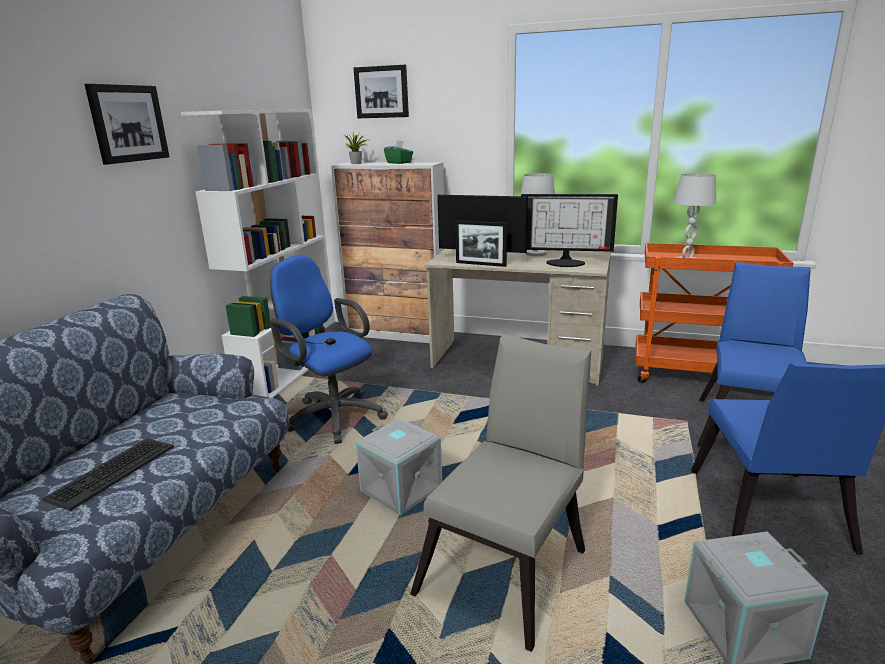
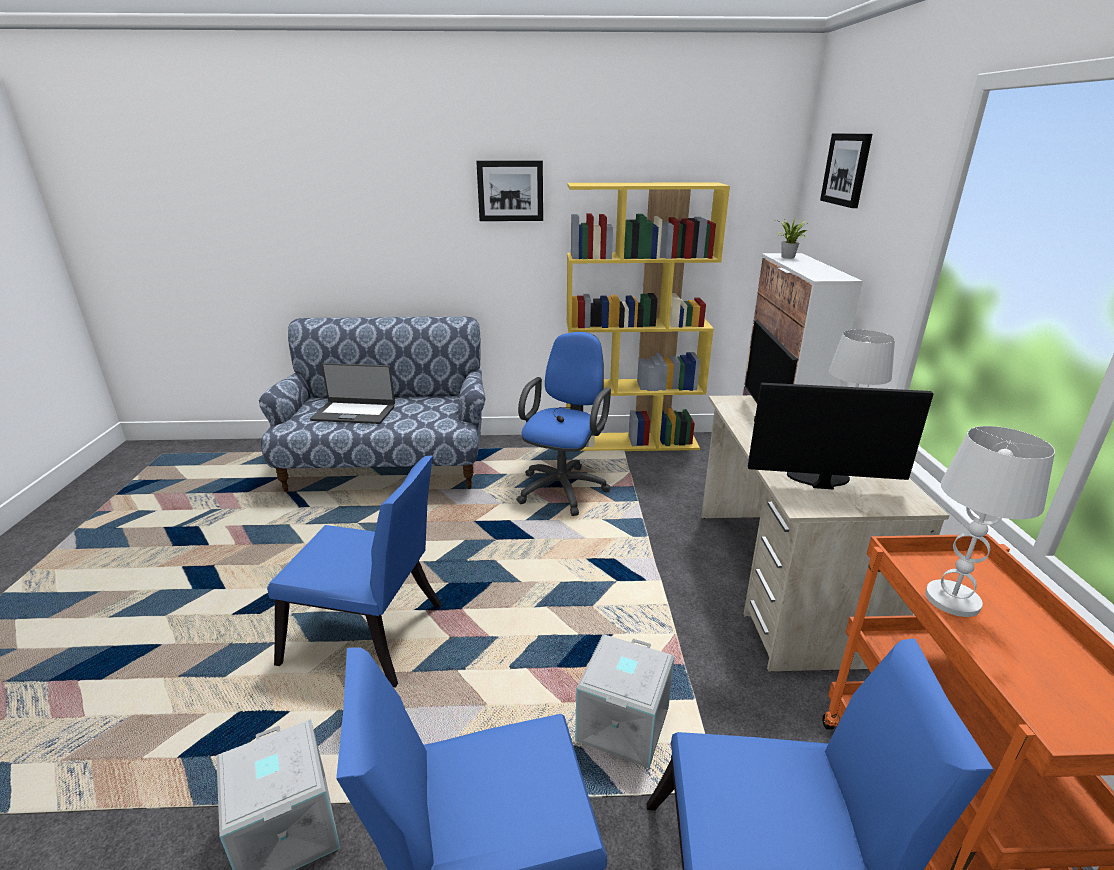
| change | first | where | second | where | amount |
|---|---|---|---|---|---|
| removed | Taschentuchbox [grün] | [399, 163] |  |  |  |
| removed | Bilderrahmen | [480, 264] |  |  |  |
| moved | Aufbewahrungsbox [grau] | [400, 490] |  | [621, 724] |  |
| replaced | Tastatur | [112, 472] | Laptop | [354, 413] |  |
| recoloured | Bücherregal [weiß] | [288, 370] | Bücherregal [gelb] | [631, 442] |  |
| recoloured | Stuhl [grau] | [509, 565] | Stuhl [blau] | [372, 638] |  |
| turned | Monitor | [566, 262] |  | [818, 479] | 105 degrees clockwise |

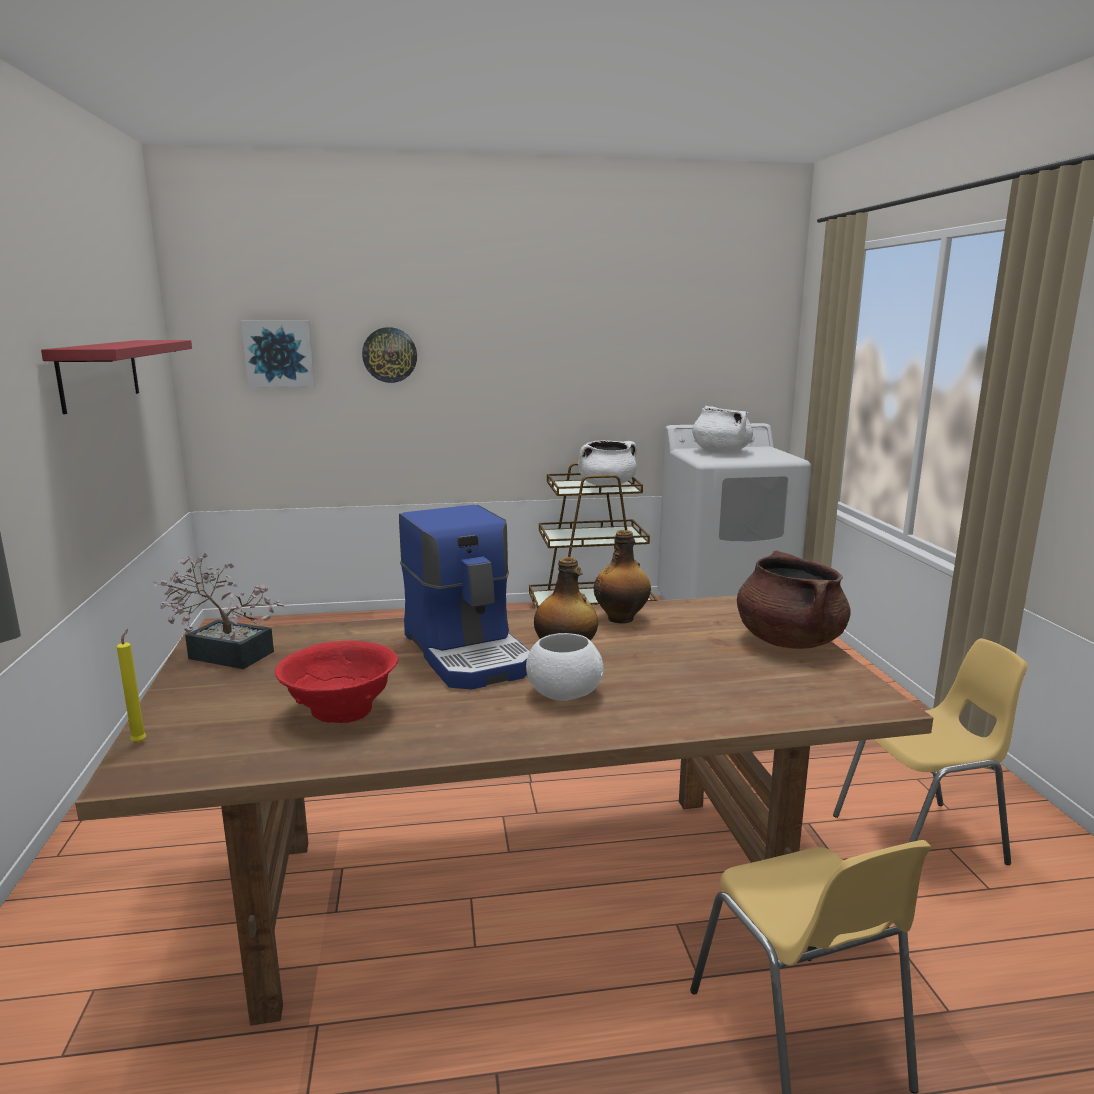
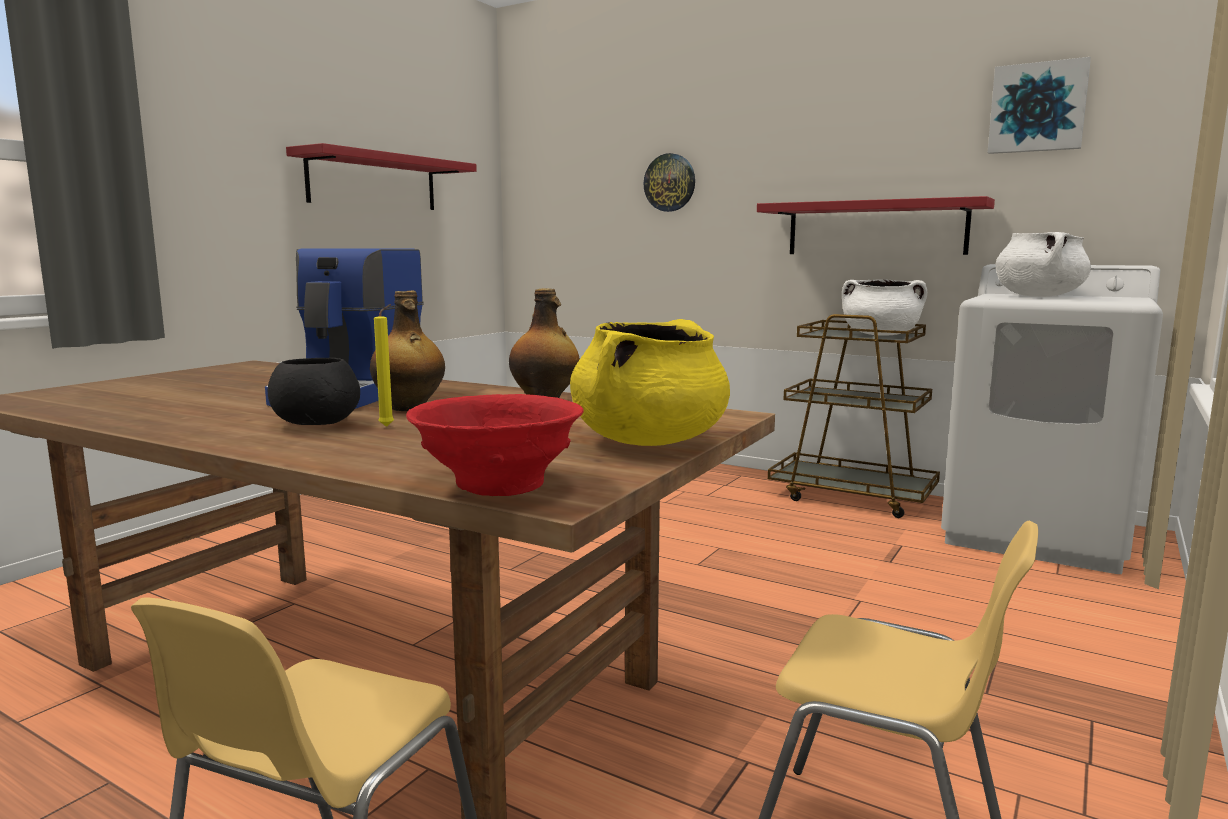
| change | first | where | second | where | amount |
|---|---|---|---|---|---|
| removed | Topfpflanze | [224, 653] |  |  |  |
| added |  |  | Wandregal [rot] | [875, 228] |  |
| moved | Kerze [gelb] | [140, 741] |  | [388, 426] |  |
| moved | Bild | [279, 353] |  | [1037, 108] |  |
| moved | Schüssel [rot] | [341, 711] |  | [497, 485] |  |
| recoloured | Schüssel [weiß] | [563, 693] | Schüssel [schwarz] | [317, 423] |  |
| recoloured | Kochtopf [braun] | [788, 641] | Kochtopf [gelb] | [649, 441] |  |

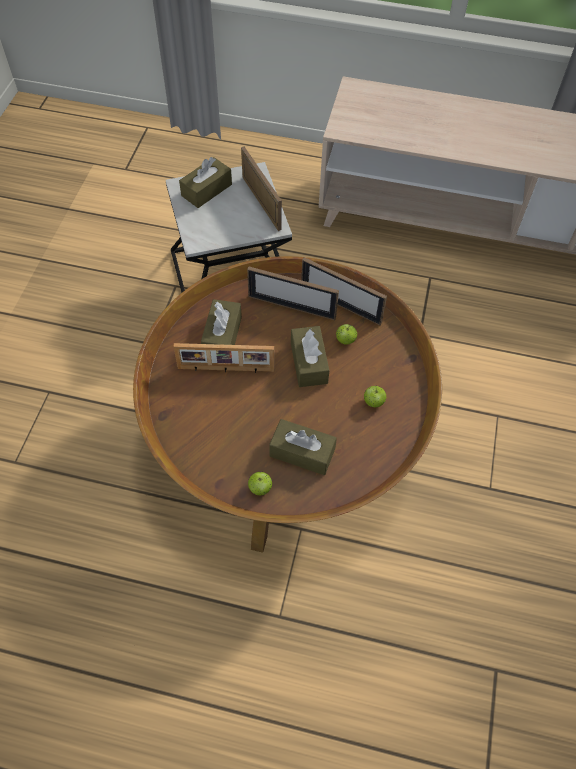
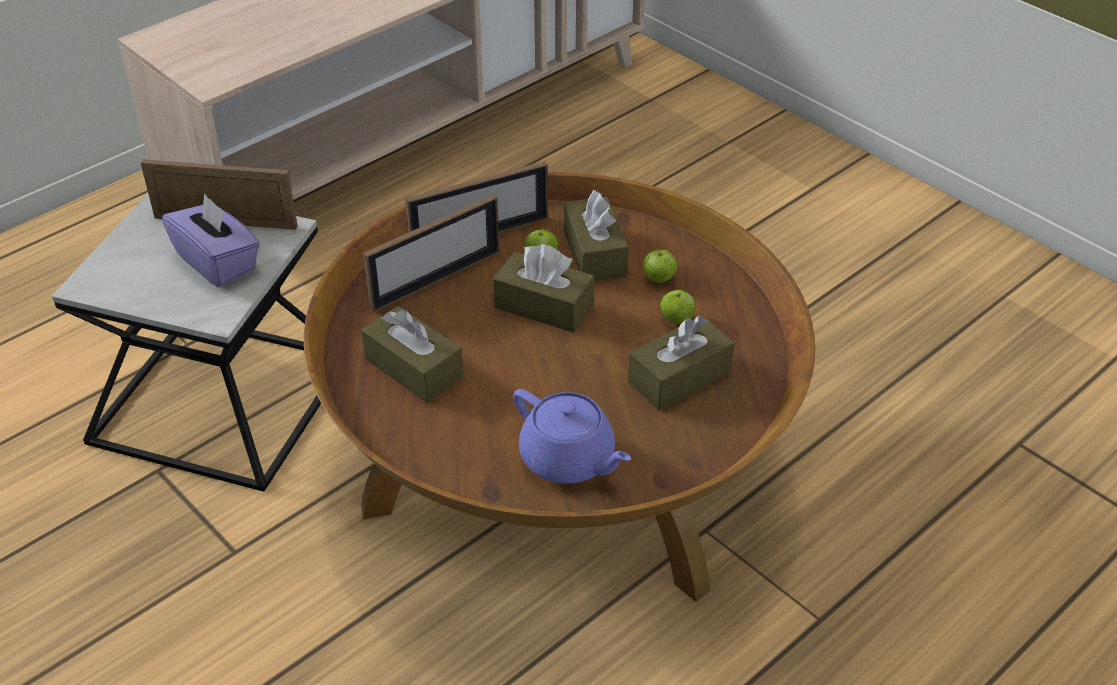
| change | first | where | second | where | amount |
|---|---|---|---|---|---|
| removed | Bilderrahmen | [226, 370] |  |  |  |
| added |  |  | Taschentuchbox [lila] | [218, 262] |  |
| added |  |  | Teekanne [lila] | [569, 460] |  |
| moved | Taschentuchbox [braun] | [206, 190] |  | [595, 253] |  |
| moved | Apfel | [260, 488] |  | [677, 319] |  |

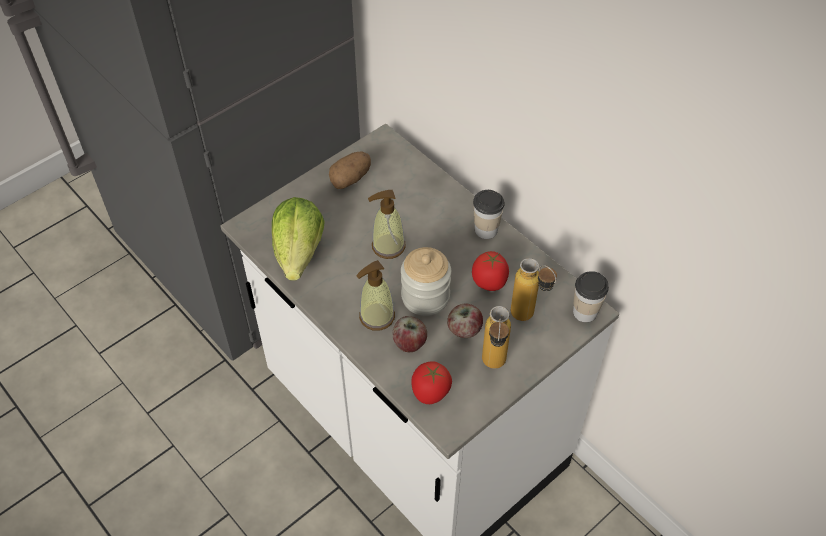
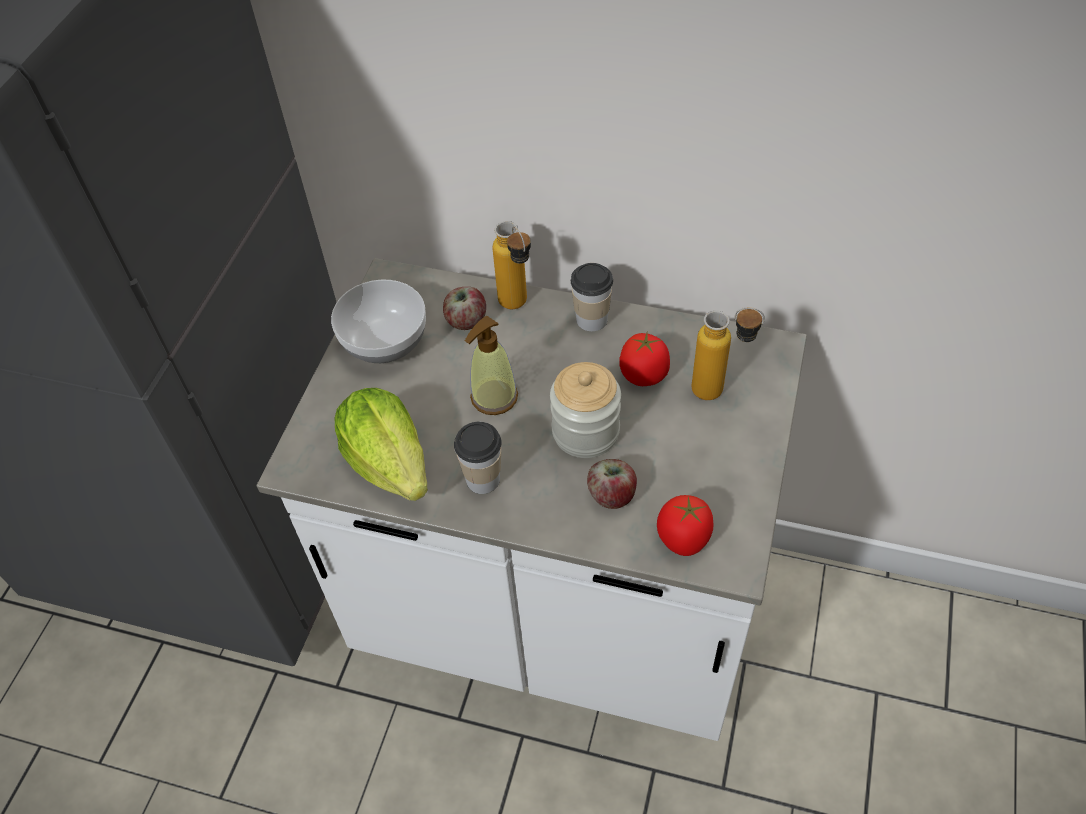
| change | first | where | second | where | amount |
|---|---|---|---|---|---|
| removed | Seifenspender | [376, 316] |  |  |  |
| moved | Apfel | [464, 329] |  | [466, 321] |  |
| moved | Flasche | [493, 368] |  | [518, 308] |  |
| moved | Tasse | [585, 312] |  | [483, 479] |  |
| replaced | Kartoffel | [350, 178] | Schüssel | [383, 342] |  |

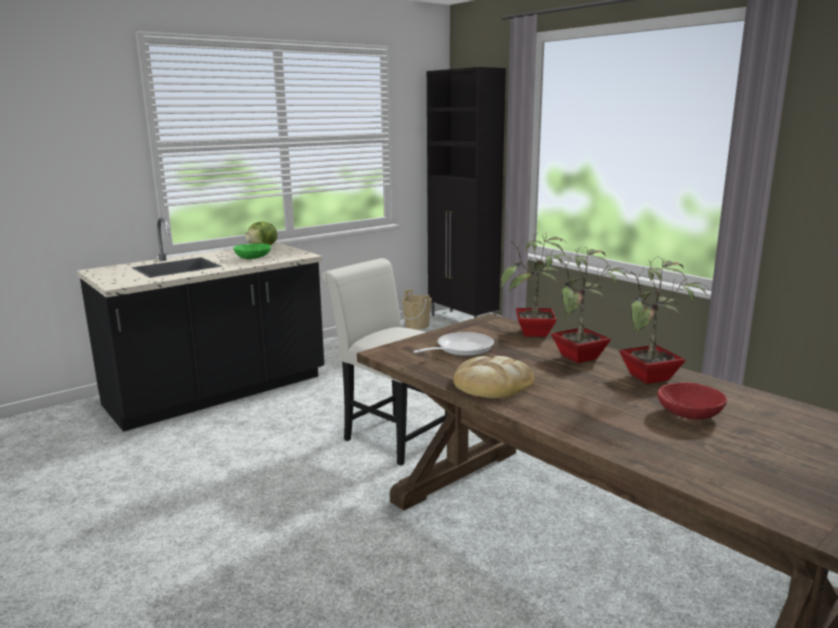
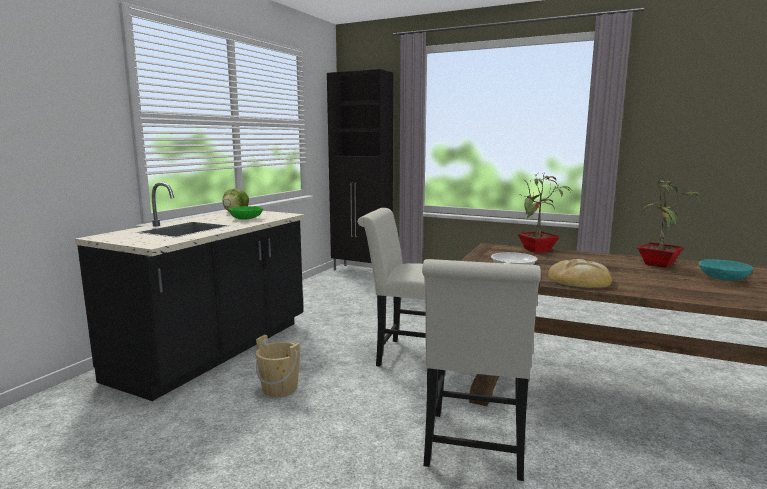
| change | first | where | second | where | amount |
|---|---|---|---|---|---|
| removed | Topfpflanze | [580, 358] |  |  |  |
| added |  |  | Stuhl [weiß] | [474, 450] |  |
| moved | Eimer [beige] | [417, 325] |  | [279, 388] |  |
| recoloured | Schüssel [rot] | [689, 414] | Schüssel [türkis] | [723, 279] |  |

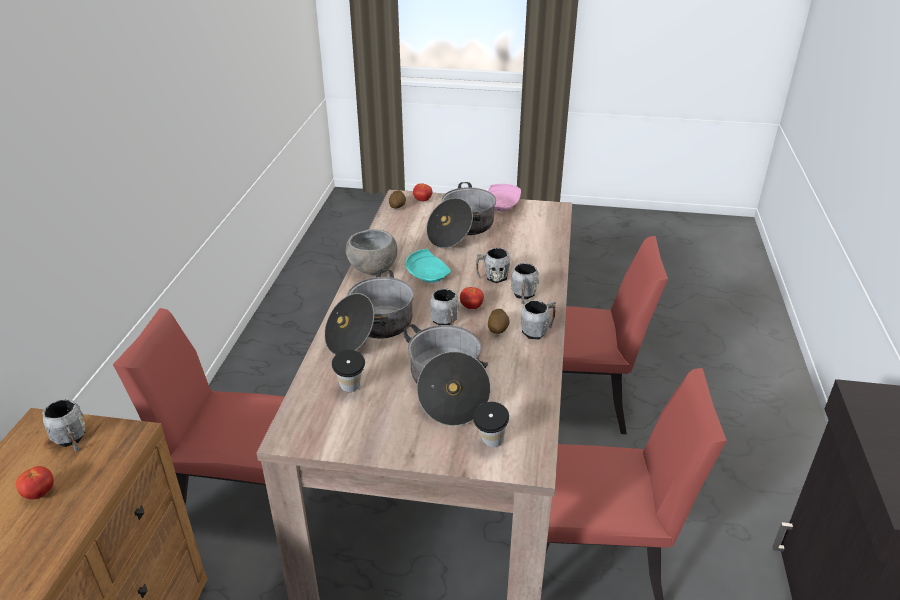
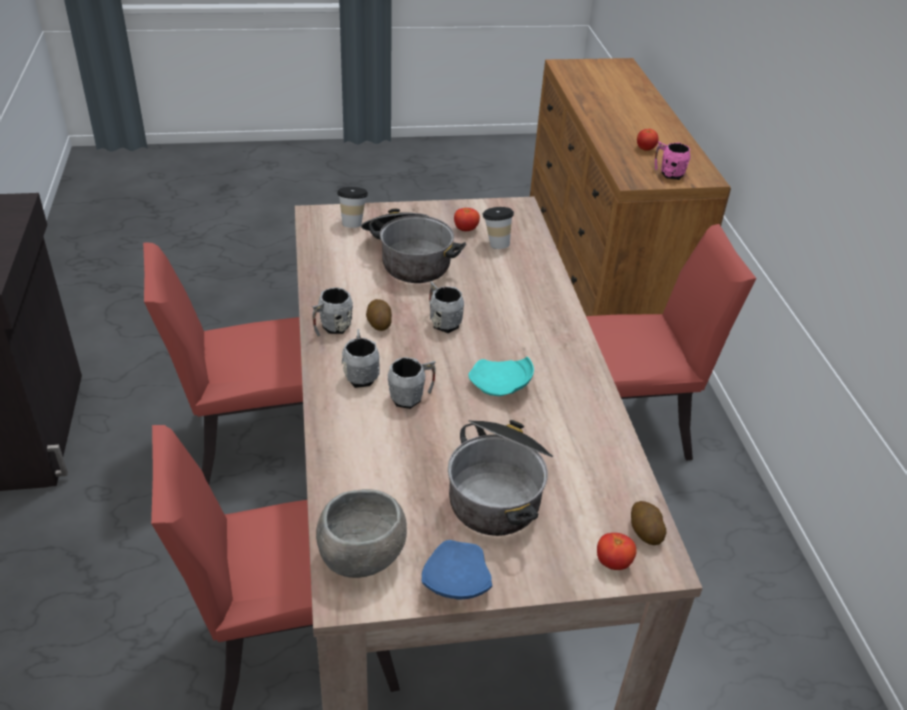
| change | first | where | second | where | amount |
|---|---|---|---|---|---|
| removed | Kochtopf | [371, 330] |  |  |  |
| moved | Schüssel [grau] | [374, 270] |  | [360, 558] |  |
| moved | Tomate | [471, 307] |  | [466, 229] |  |
| recoloured | Henkelbecher [grau] | [71, 440] | Henkelbecher [rosa] | [668, 173] |  |
| recoloured | Teller [rosa] | [502, 205] | Teller [blau] | [454, 582] |  |

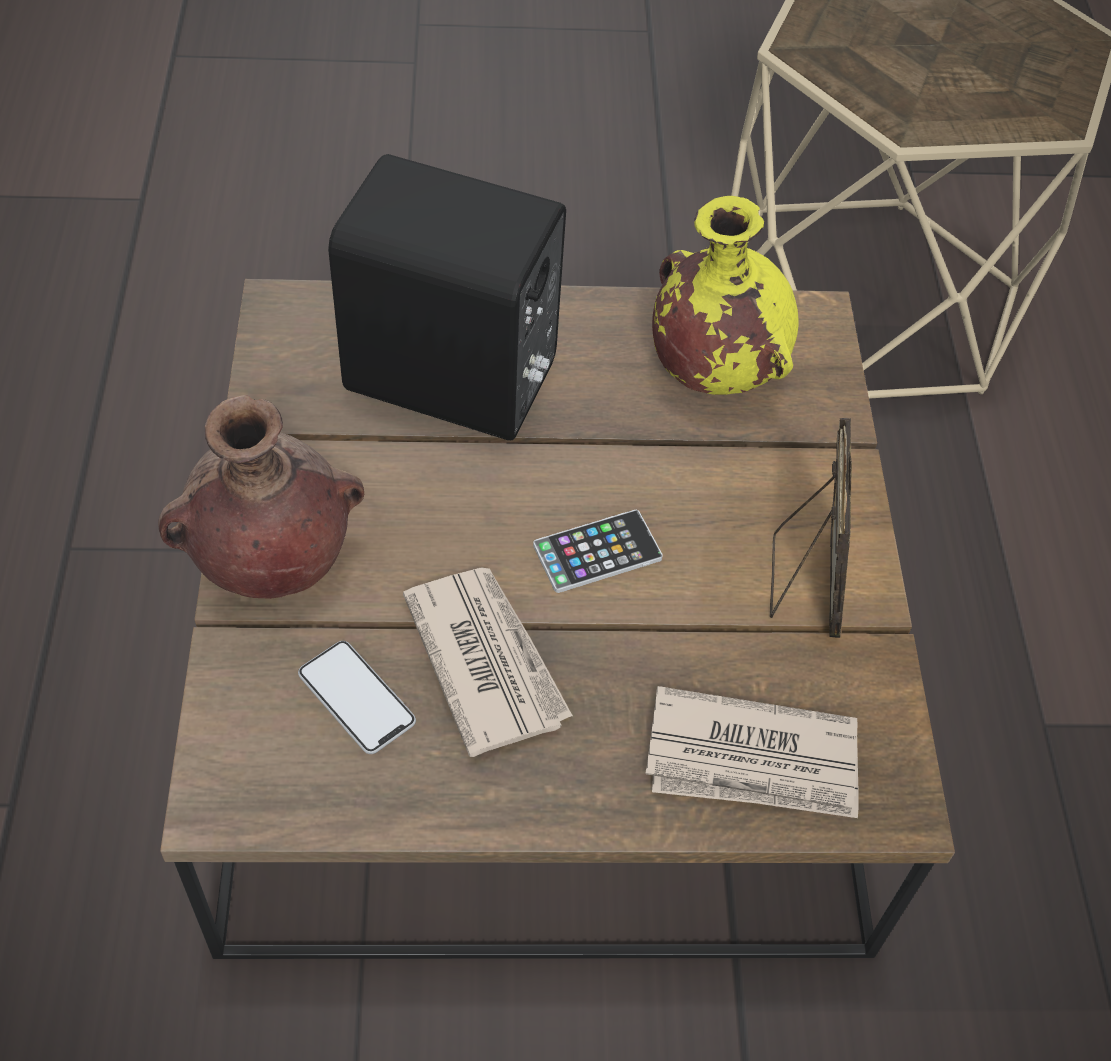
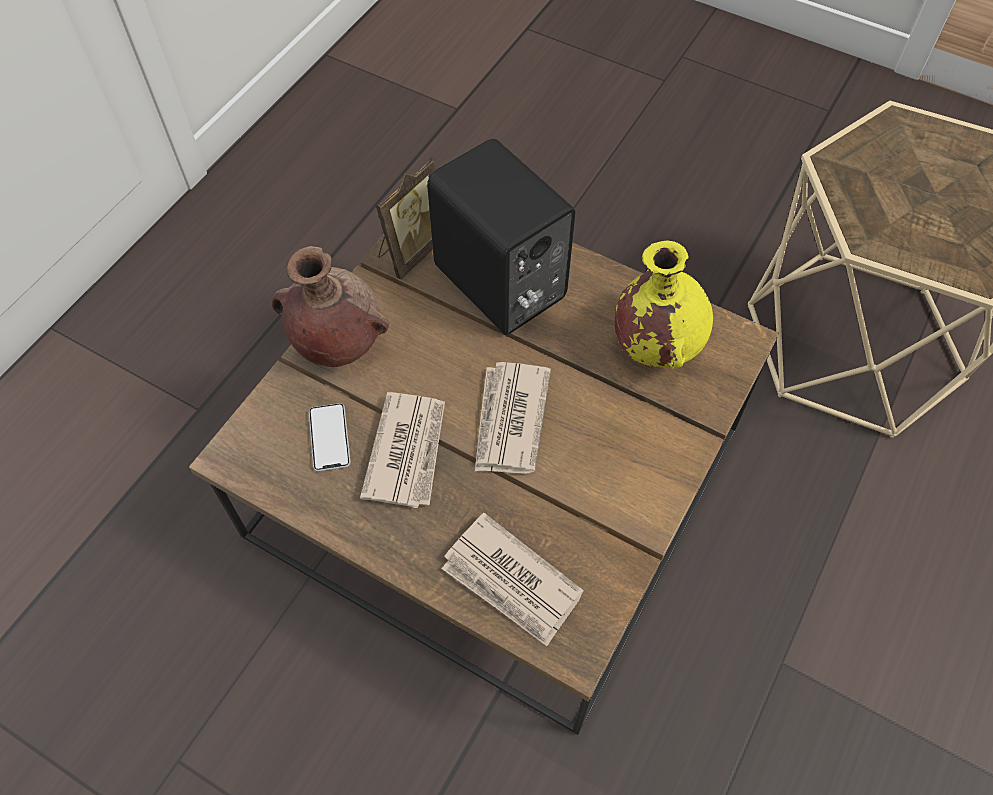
| change | first | where | second | where | amount |
|---|---|---|---|---|---|
| moved | Bilderrahmen | [804, 581] |  | [411, 250] |  |
| replaced | Handy | [597, 552] | Zeitung | [509, 421] |  |

